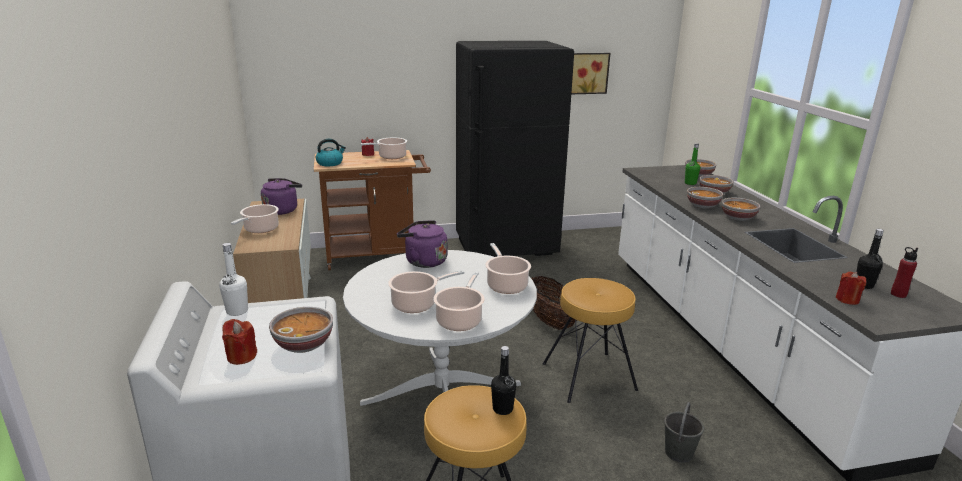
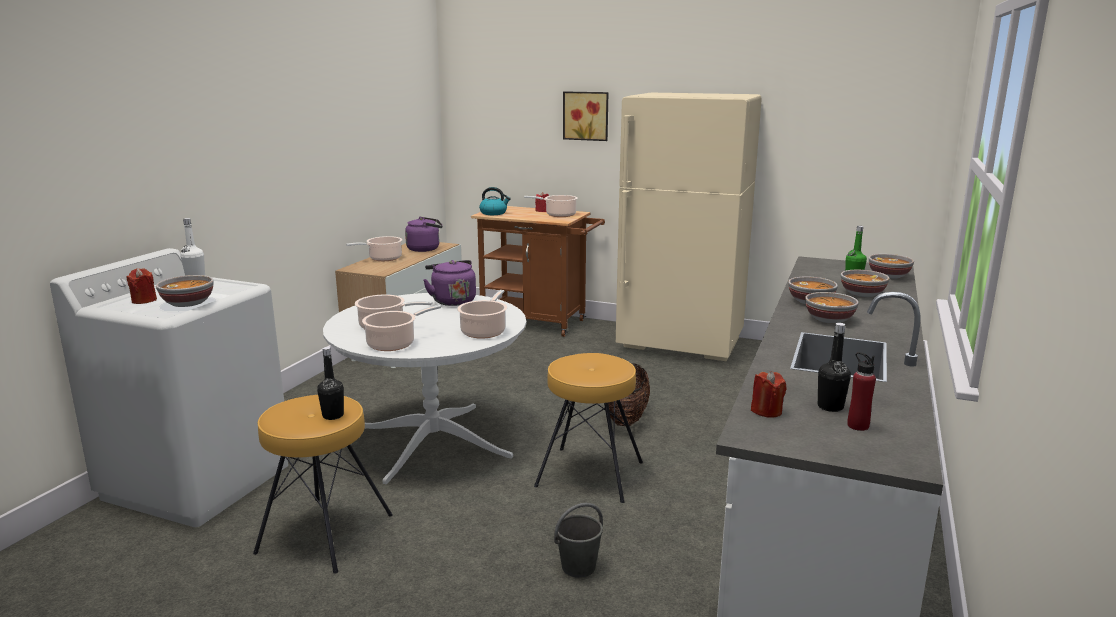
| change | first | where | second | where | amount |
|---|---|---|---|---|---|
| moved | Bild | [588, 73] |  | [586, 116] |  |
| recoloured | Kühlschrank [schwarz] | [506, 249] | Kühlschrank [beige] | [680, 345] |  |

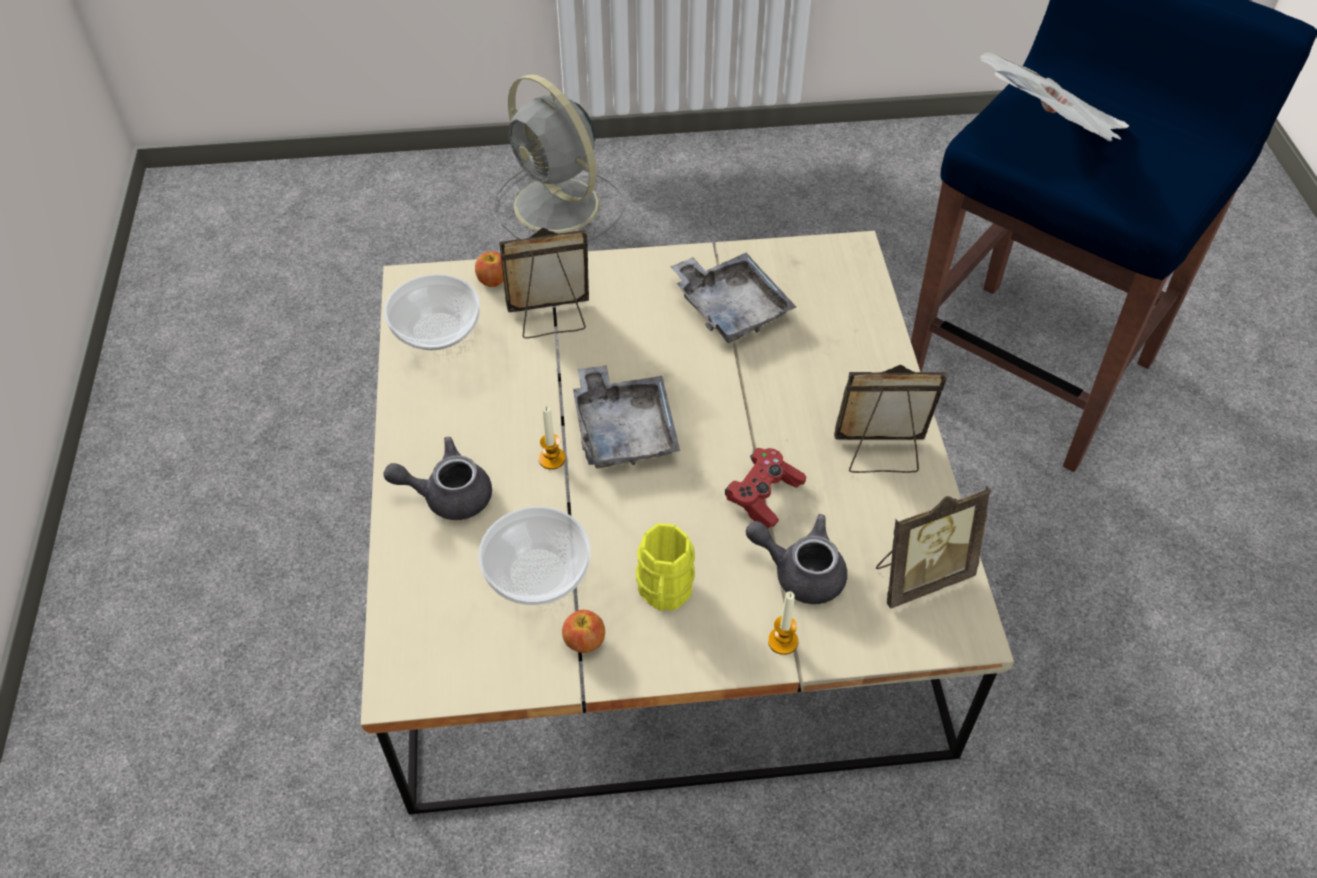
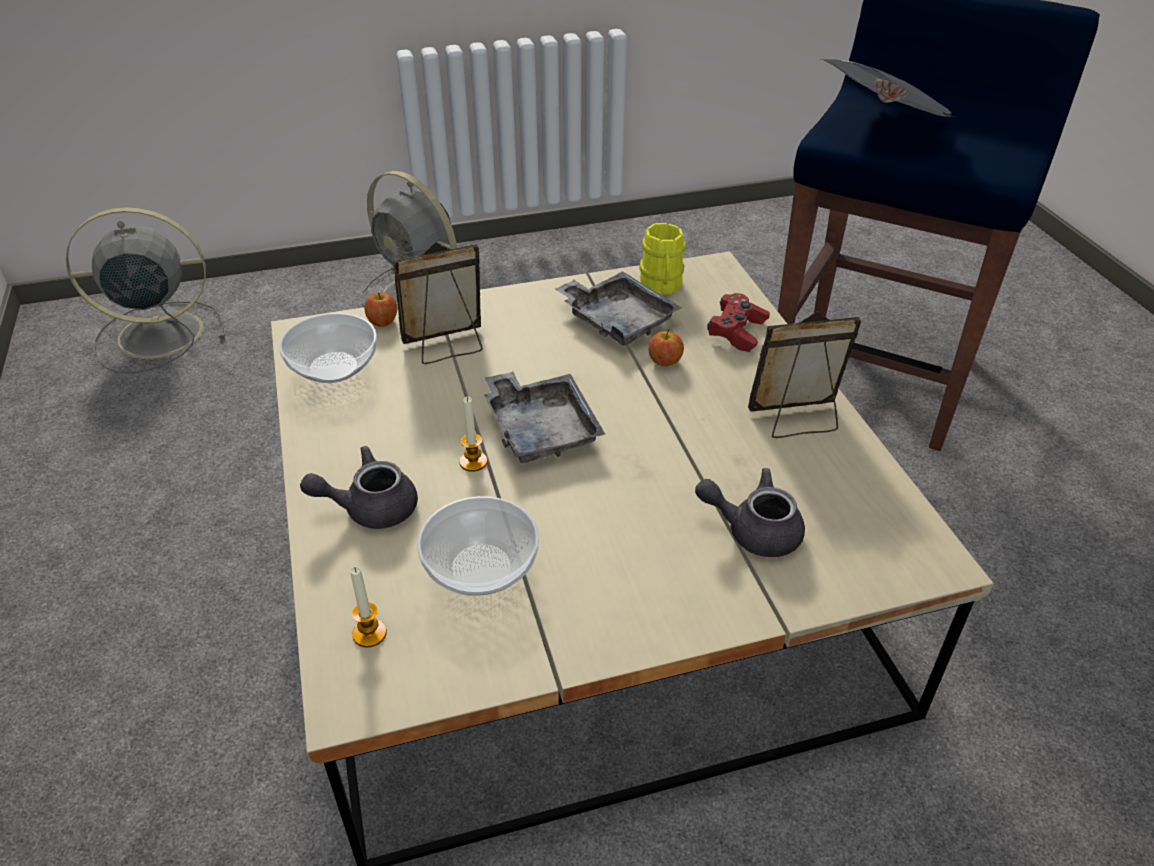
| change | first | where | second | where | amount |
|---|---|---|---|---|---|
| removed | Bilderrahmen | [919, 576] |  |  |  |
| added |  |  | Ventilator [grau] | [156, 335] |  |
| moved | Apfel | [584, 642] |  | [665, 361] |  |
| moved | Henkelbecher [gelb] | [664, 593] |  | [661, 286] |  |
| moved | Gamepad [rot] | [764, 495] |  | [737, 332] |  |
| moved | Kerze | [782, 641] |  | [369, 634] |  |

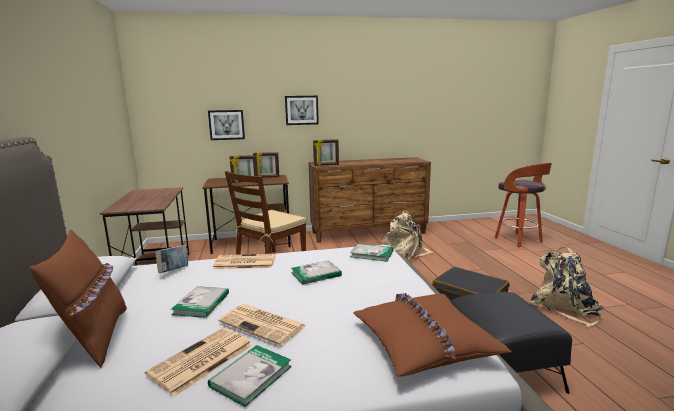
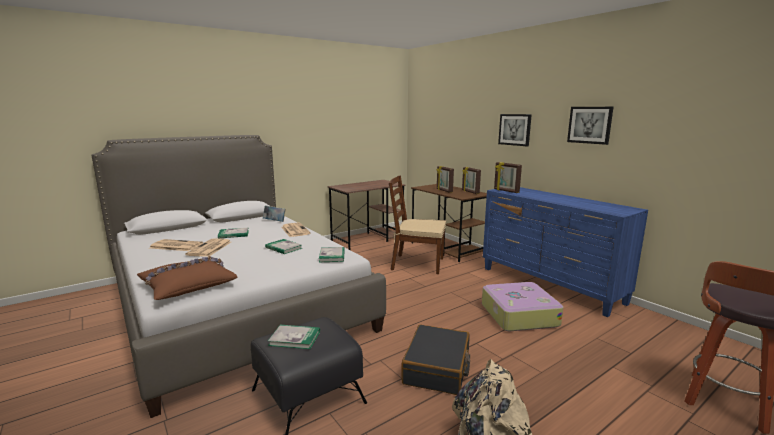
| change | first | where | second | where | amount |
|---|---|---|---|---|---|
| removed | Kissen [braun] | [95, 338] |  |  |  |
| moved | Bild | [226, 125] |  | [590, 125] |  |
| moved | Buch | [251, 376] |  | [294, 338] |  |
| replaced | Rucksack [beige] | [405, 254] | Koffer | [518, 315] |  |
| recoloured | Kommode [braun] | [368, 233] | Kommode [blau] | [549, 285] |  |

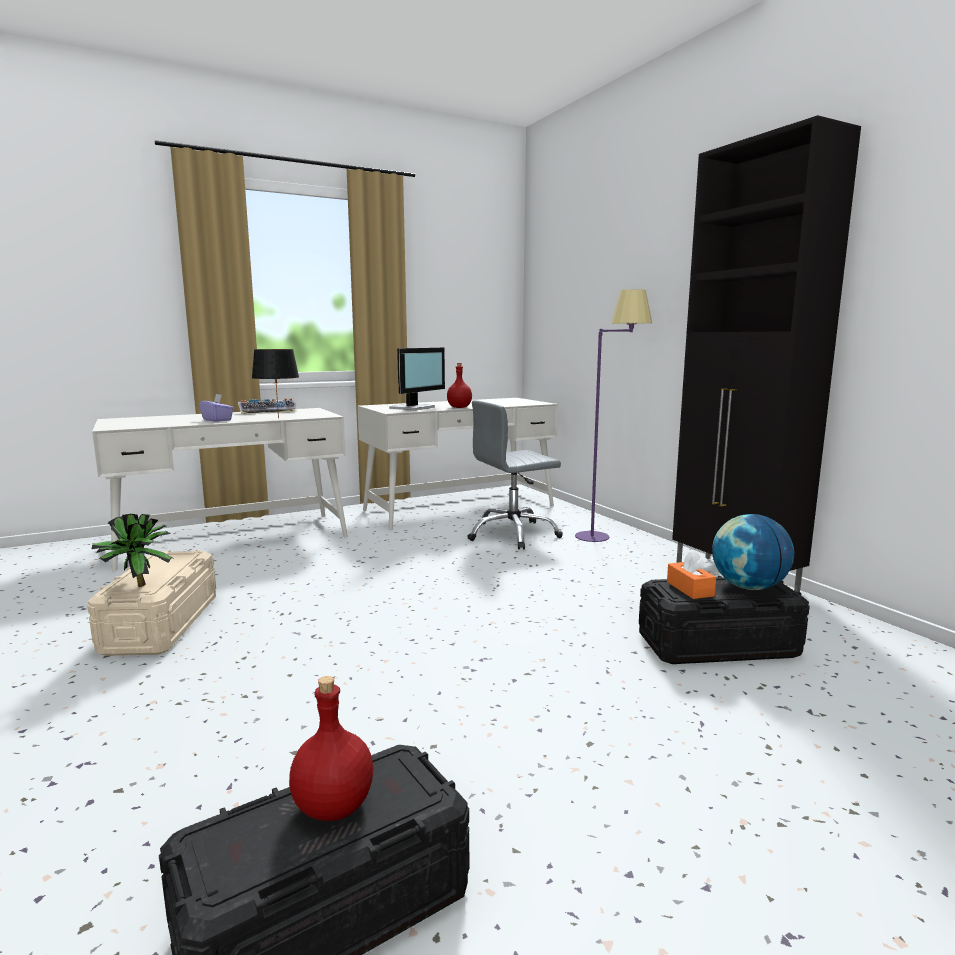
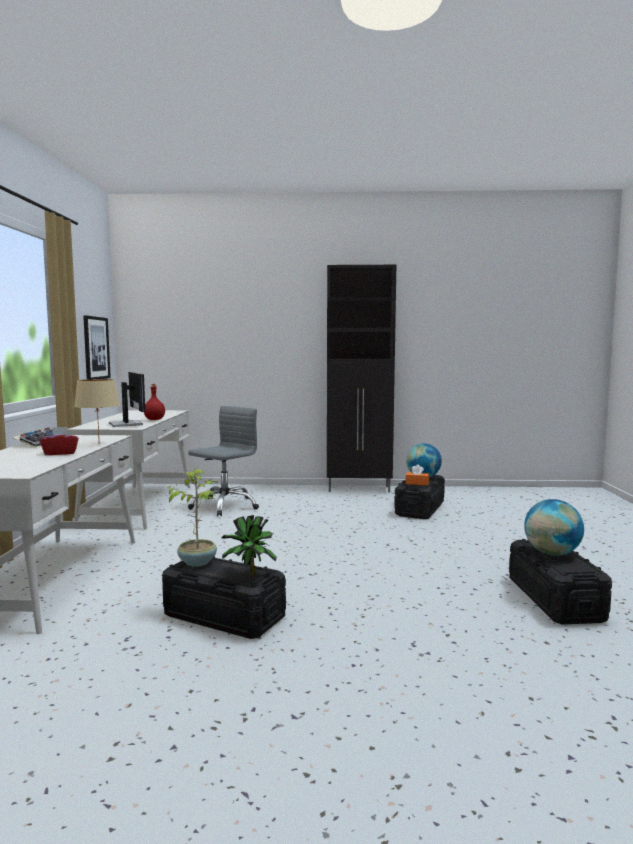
| change | first | where | second | where | amount |
|---|---|---|---|---|---|
| removed | Stehlampe [lila] | [607, 536] |  |  |  |
| added |  |  | Bild | [96, 348] |  |
| added |  |  | Topfpflanze | [197, 562] |  |
| replaced | Flasche [rot] | [332, 806] | Globus | [552, 553] |  |
| recoloured | Aufbewahrungsbox [beige] | [162, 624] | Aufbewahrungsbox [schwarz] | [224, 616] |  |
| recoloured | Taschentuchbox [lila] | [217, 420] | Taschentuchbox [rot] | [60, 453] |  |
| recoloured | Tischlampe [schwarz] | [277, 418] | Tischlampe [beige] | [99, 444] |  |
| turned | Bürostuhl [grau] | [513, 534] |  | [224, 506] | 150 degrees counterclockwise |

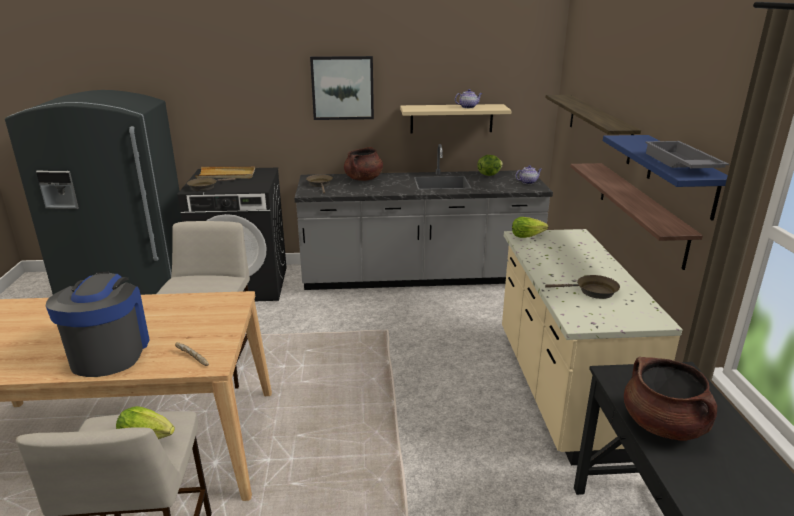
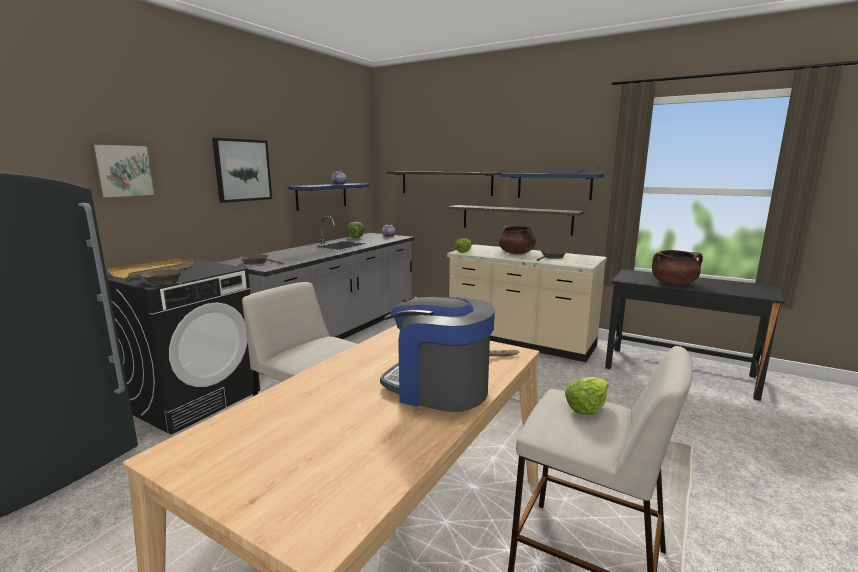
| change | first | where | second | where | amount |
|---|---|---|---|---|---|
| added |  |  | Bild | [122, 170] |  |
| moved | Kochtopf [braun] | [363, 179] |  | [516, 253] |  |
| recoloured | Wandregal [beige] | [451, 118] | Wandregal [blau] | [321, 196] |  |

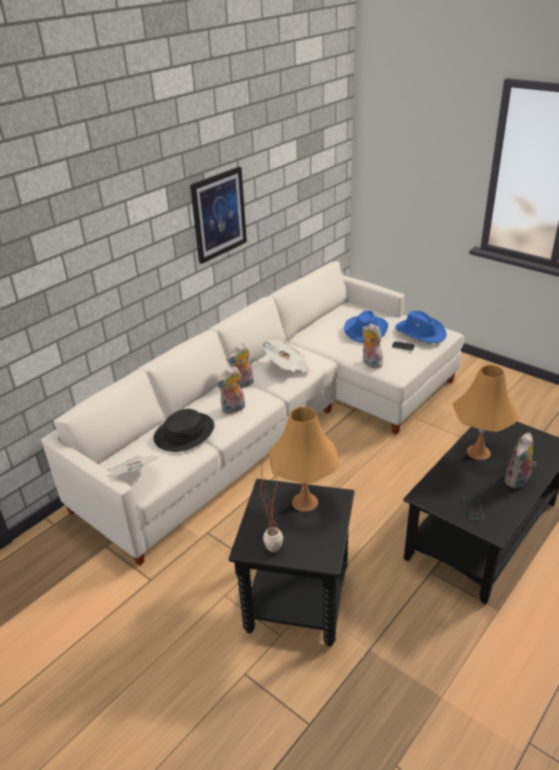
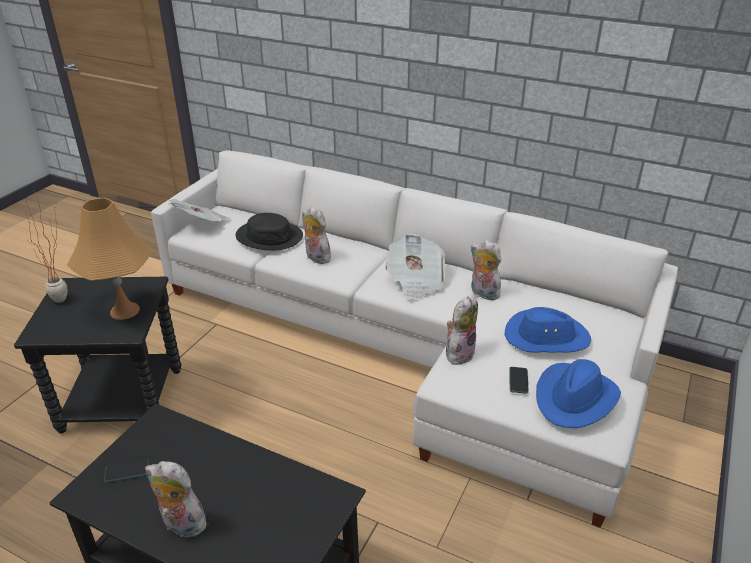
| change | first | where | second | where | amount |
|---|---|---|---|---|---|
| removed | Bild | [218, 214] |  |  |  |
| removed | Tischlampe [orange] | [478, 452] |  |  |  |
| moved | Plüschtier | [243, 385] |  | [482, 293] |  |

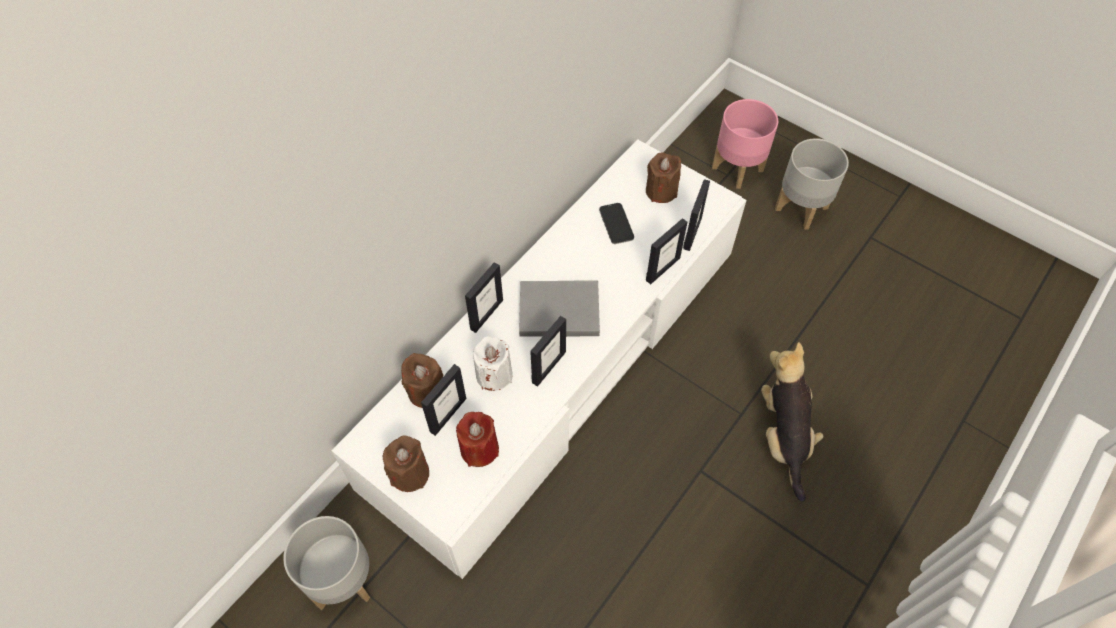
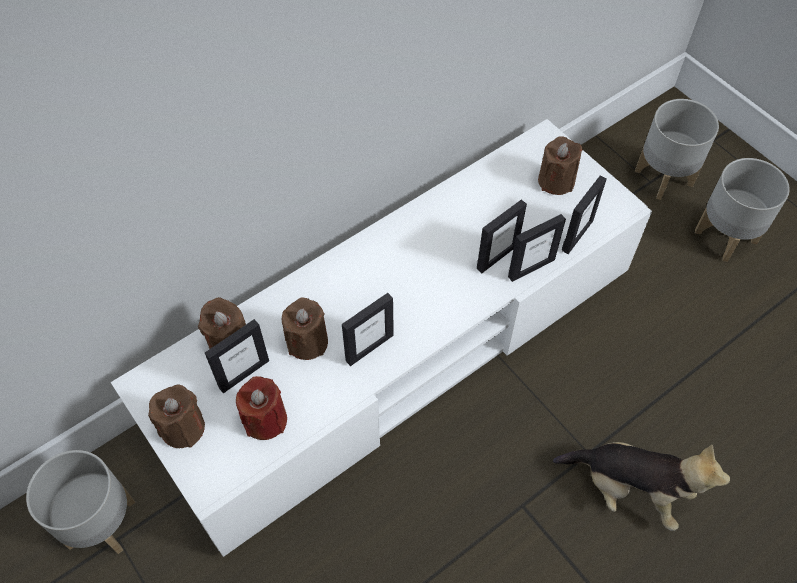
| change | first | where | second | where | amount |
|---|---|---|---|---|---|
| removed | Buch [grau] | [557, 310] |  |  |  |
| removed | Handy | [616, 224] |  |  |  |
| moved | Bilderrahmen | [486, 314] |  | [497, 256] |  |
| recoloured | Kerze [weiß] | [494, 374] | Kerze [braun] | [307, 342] |  |
| recoloured | Pflanzkübel [rosa] | [738, 169] | Pflanzkübel [grau] | [664, 178] |  |
| turned | Plüschtier | [783, 436] |  | [630, 490] | 105 degrees clockwise |

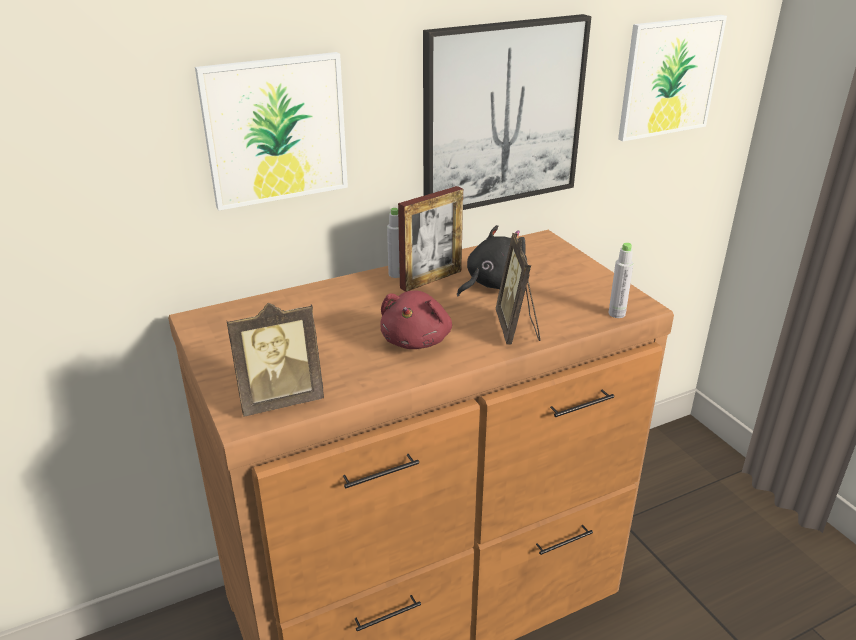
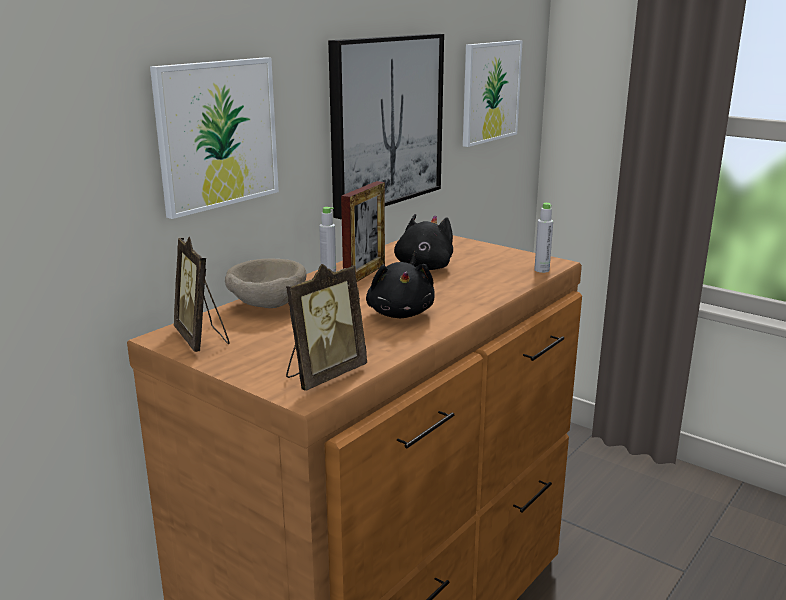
| change | first | where | second | where | amount |
|---|---|---|---|---|---|
| added |  |  | Schüssel [beige] | [266, 305] |  |
| moved | Bilderrahmen | [517, 329] |  | [202, 339] |  |
| recoloured | Plüschtier [rot] | [417, 340] | Plüschtier [schwarz] | [400, 313] |  |

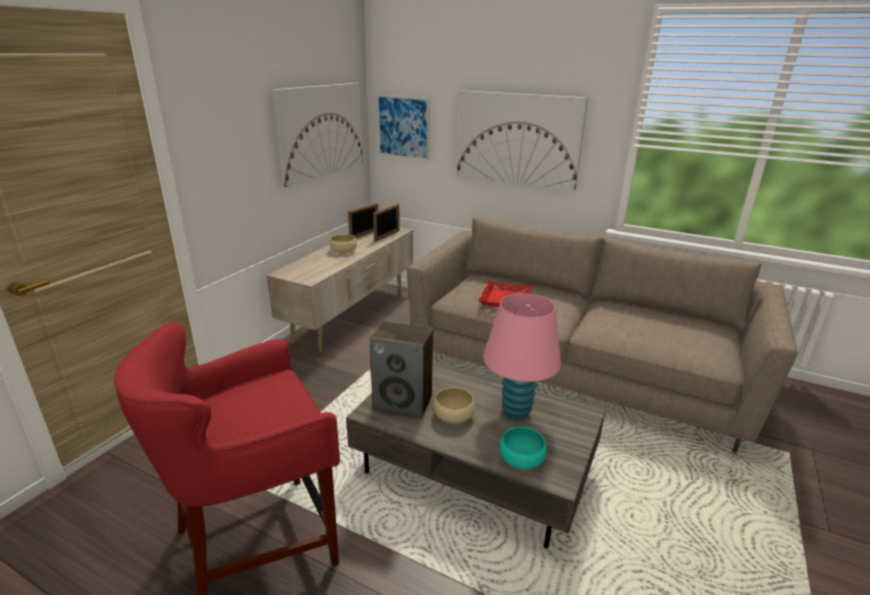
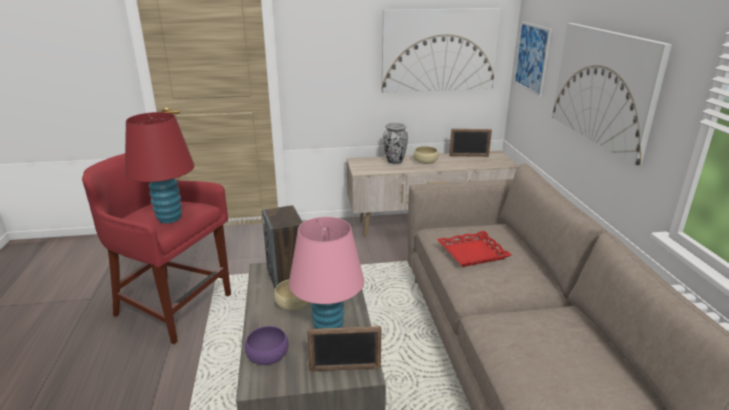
| change | first | where | second | where | amount |
|---|---|---|---|---|---|
| added |  |  | Tischlampe [rot] | [169, 218] |  |
| added |  |  | Vase | [394, 161] |  |
| moved | Bilderrahmen | [387, 235] |  | [345, 369] |  |
| recoloured | Schüssel [türkis] | [521, 458] | Schüssel [lila] | [268, 355] |  |

